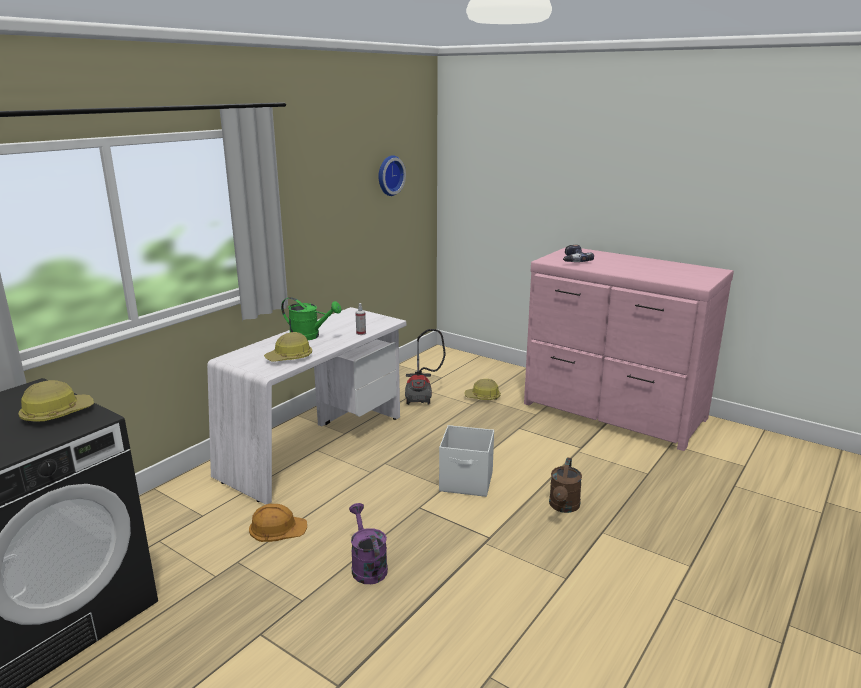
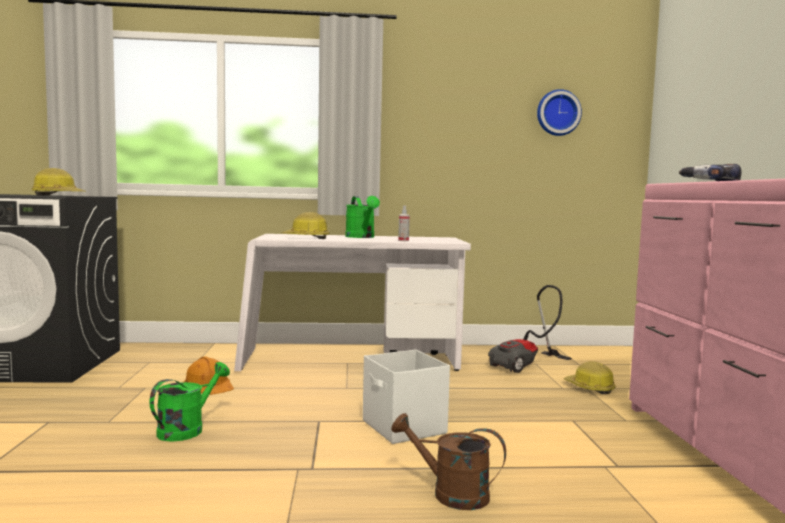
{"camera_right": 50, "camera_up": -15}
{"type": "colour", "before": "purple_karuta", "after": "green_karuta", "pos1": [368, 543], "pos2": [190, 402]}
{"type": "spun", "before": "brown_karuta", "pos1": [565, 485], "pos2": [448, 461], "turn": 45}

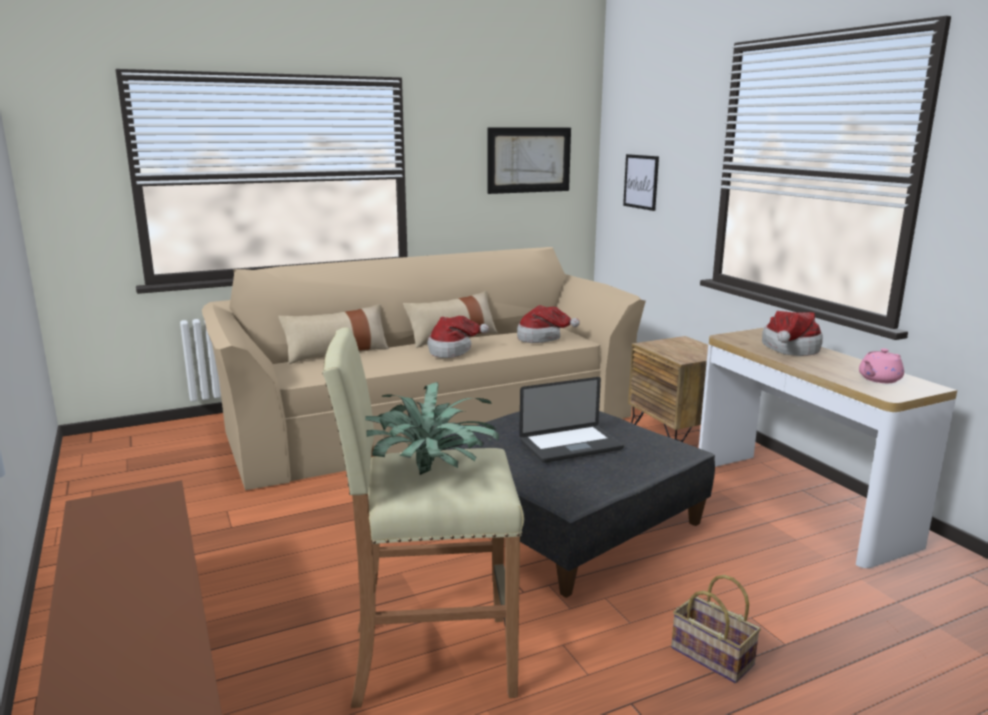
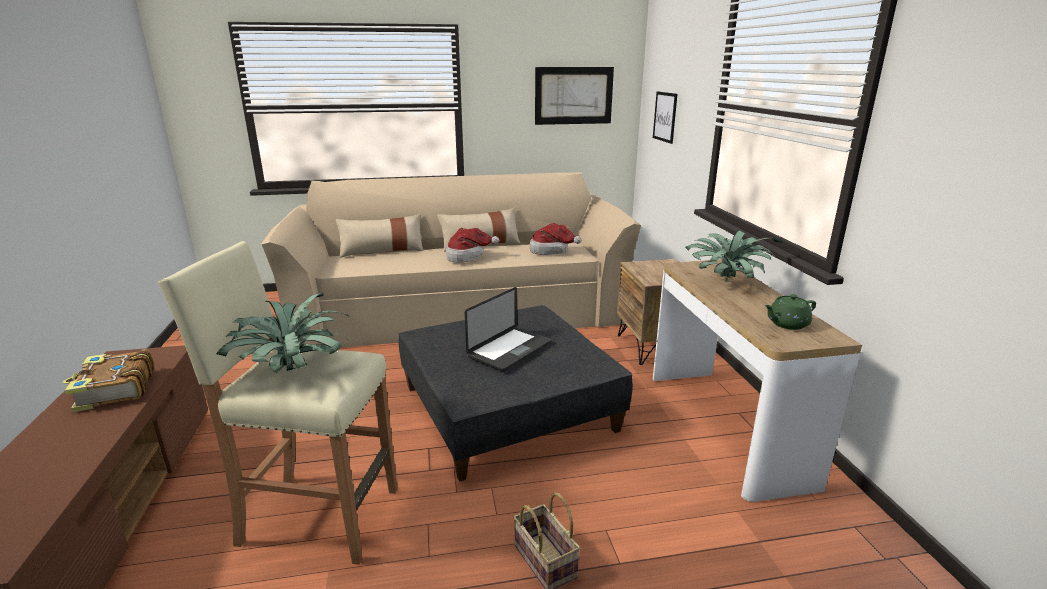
{"camera_right": 15, "camera_up": 5}
{"type": "appeared", "after": "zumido", "pos2": [109, 380]}
{"type": "spun", "before": "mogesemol", "pos1": [571, 420], "pos2": [507, 329], "turn": -45}
{"type": "exchanged", "before": "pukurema", "after": "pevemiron", "pos1": [792, 333], "pos2": [733, 256]}
{"type": "colour", "before": "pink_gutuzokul", "after": "green_gutuzokul", "pos1": [881, 365], "pos2": [790, 312]}

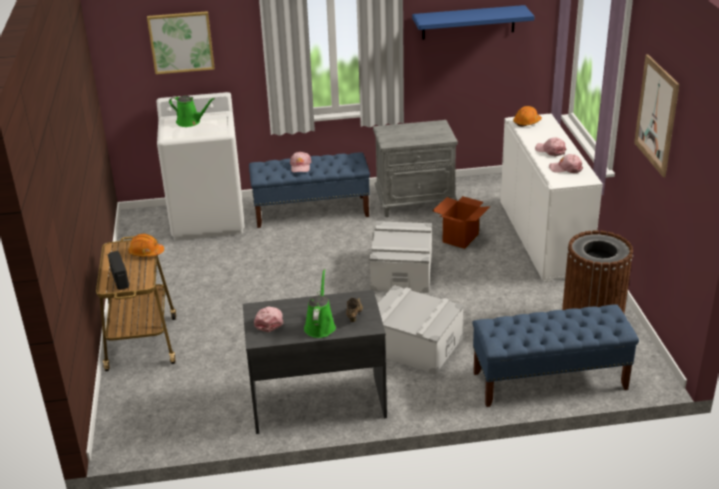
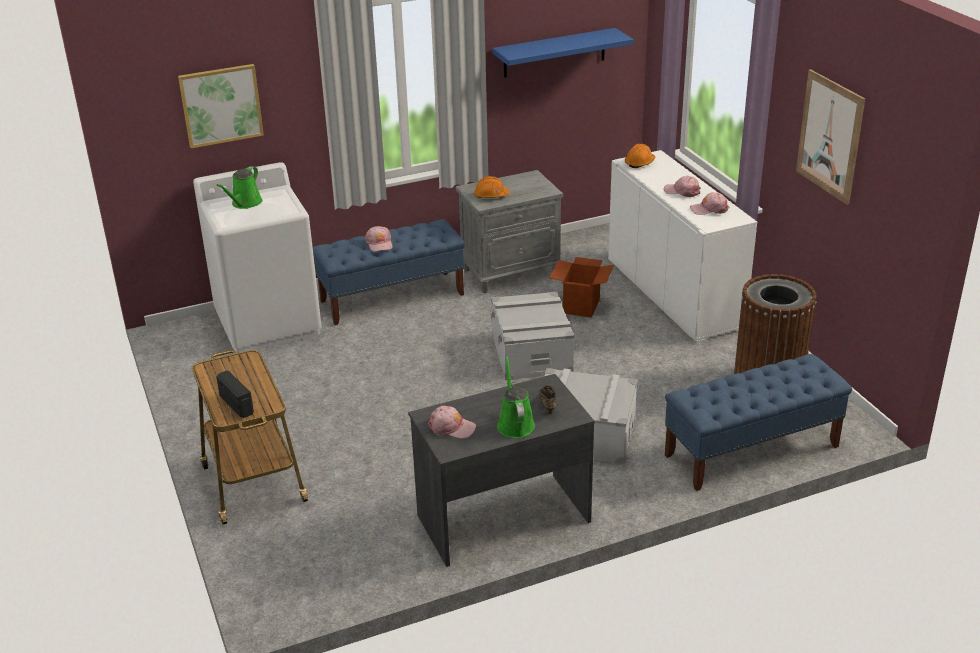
{"camera_right": -15, "camera_up": 0}
{"type": "spun", "before": "green_karuta", "pos1": [192, 111], "pos2": [239, 187], "turn": 105}
{"type": "spun", "before": "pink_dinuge", "pos1": [269, 319], "pos2": [452, 422], "turn": 120}
{"type": "relocated", "before": "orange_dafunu", "pos1": [146, 245], "pos2": [492, 187]}

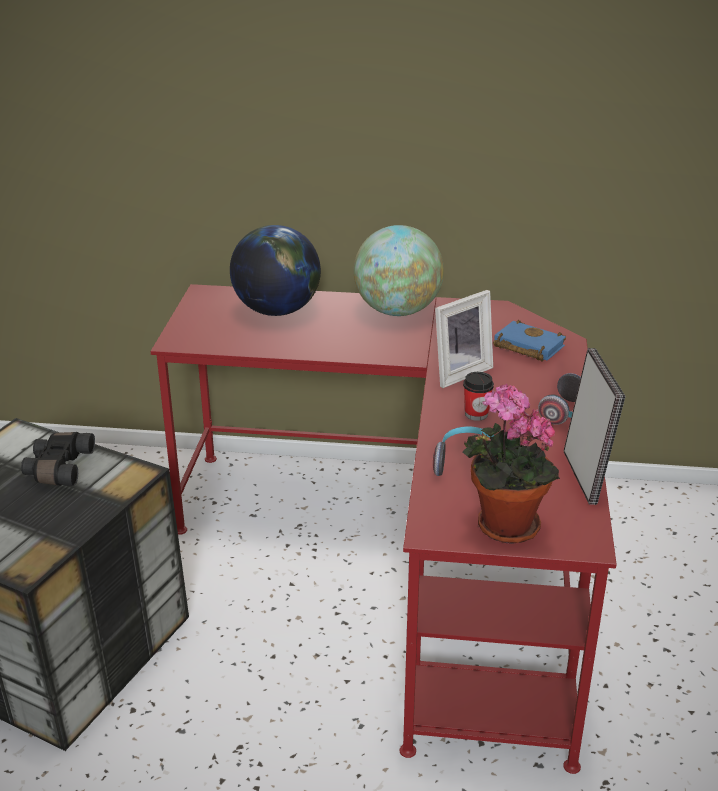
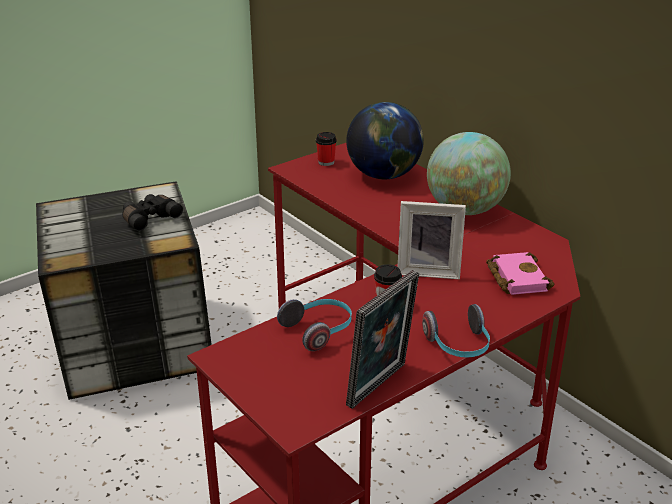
{"camera_right": 45, "camera_up": 0}
{"type": "appeared", "after": "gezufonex", "pos2": [326, 149]}
{"type": "colour", "before": "blue_zumido", "after": "pink_zumido", "pos1": [529, 341], "pos2": [520, 273]}
{"type": "missing", "before": "pevemiron", "pos1": [511, 464]}

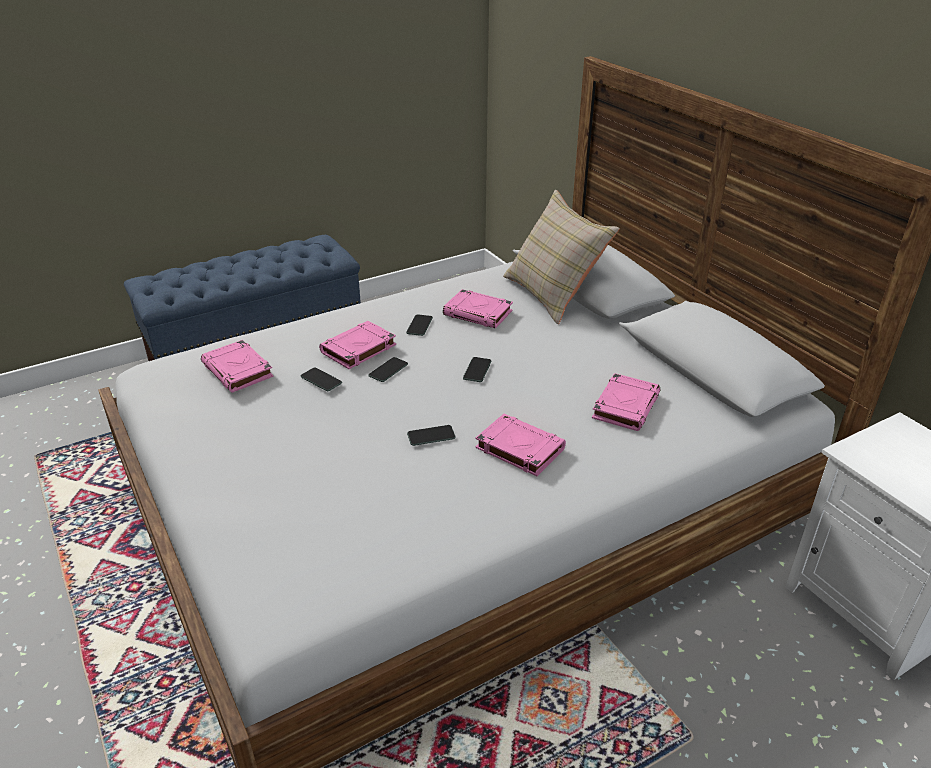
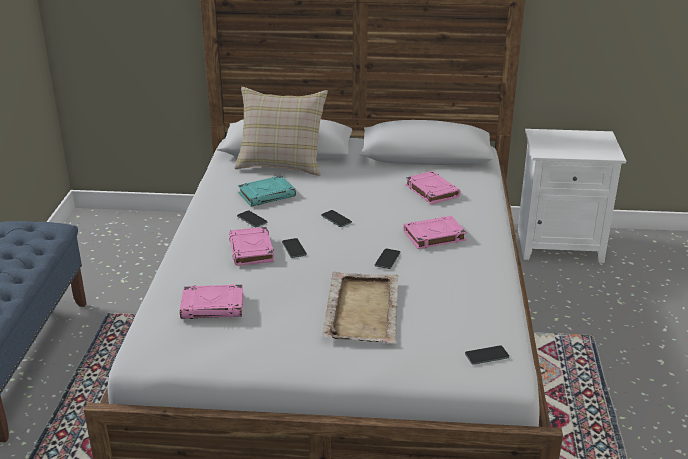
{"camera_right": -55, "camera_up": -5}
{"type": "colour", "before": "pink_zumido", "after": "turquoise_zumido", "pos1": [478, 308], "pos2": [267, 190]}
{"type": "appeared", "after": "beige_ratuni", "pos2": [360, 307]}
{"type": "relocated", "before": "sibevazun", "pos1": [321, 379], "pos2": [487, 355]}

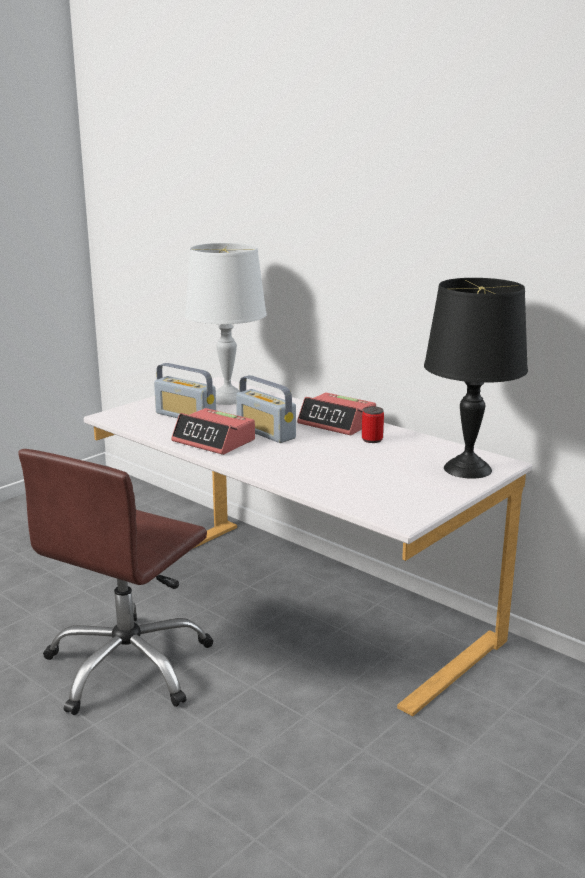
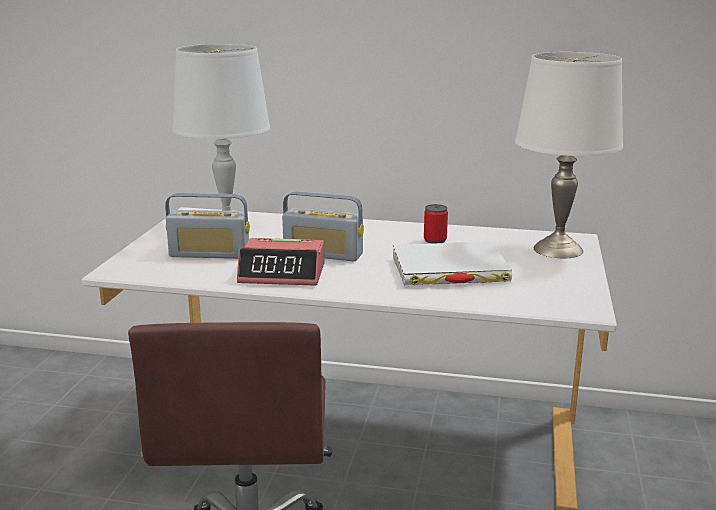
{"camera_right": -30, "camera_up": 0}
{"type": "appeared", "after": "white_zumido", "pos2": [452, 263]}
{"type": "colour", "before": "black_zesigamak", "after": "white_zesigamak", "pos1": [476, 378], "pos2": [569, 155]}
{"type": "missing", "before": "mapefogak", "pos1": [336, 413]}

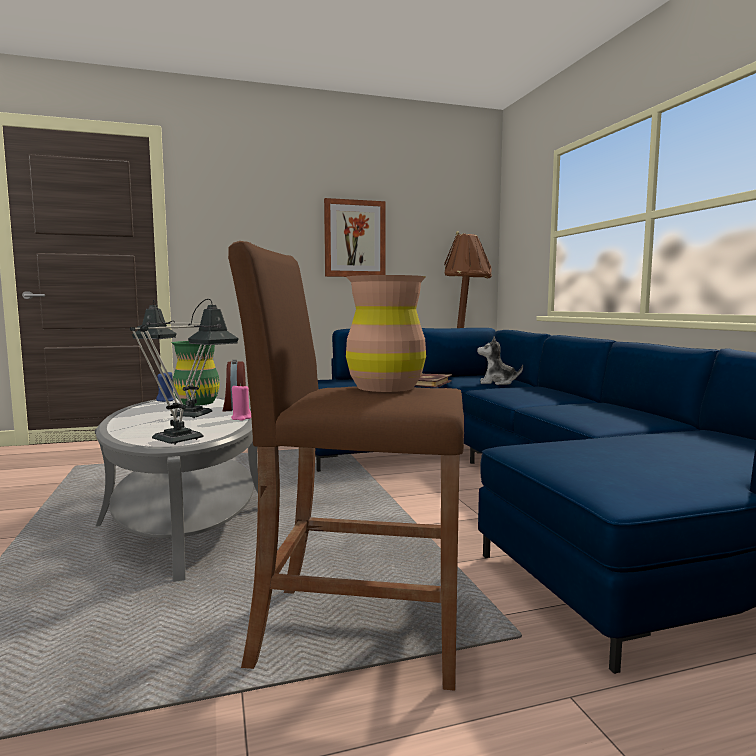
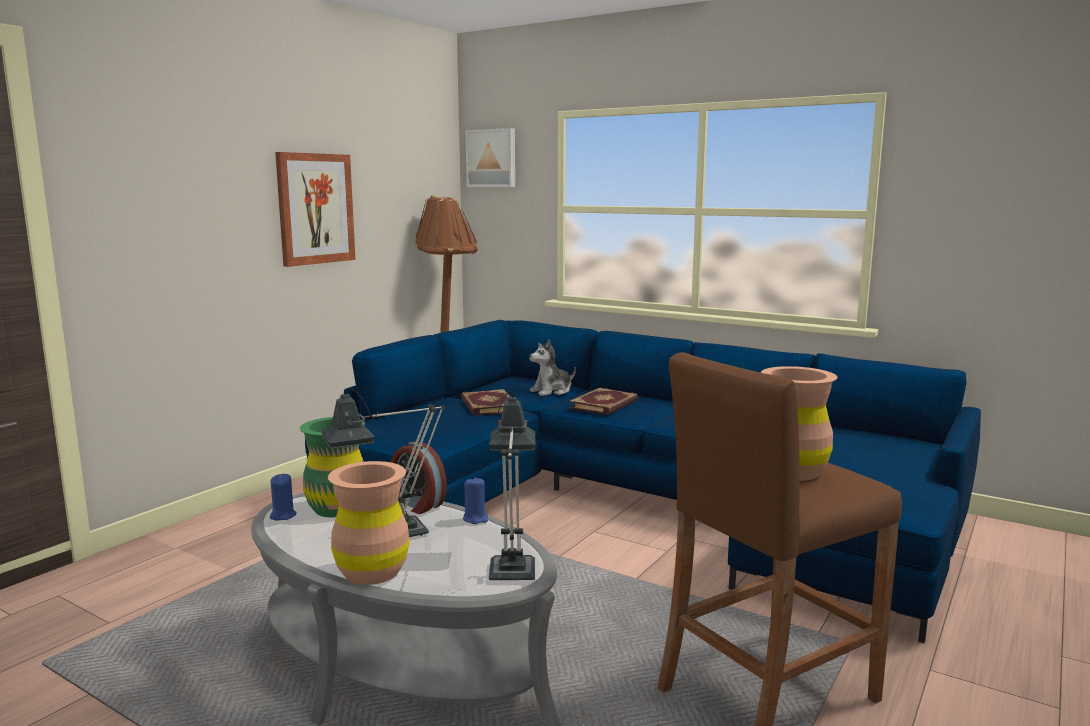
{"camera_right": -40, "camera_up": 5}
{"type": "appeared", "after": "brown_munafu", "pos2": [369, 523]}
{"type": "colour", "before": "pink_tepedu", "after": "blue_tepedu", "pos1": [241, 402], "pos2": [475, 500]}
{"type": "appeared", "after": "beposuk", "pos2": [490, 157]}
{"type": "appeared", "after": "zumido", "pos2": [603, 401]}

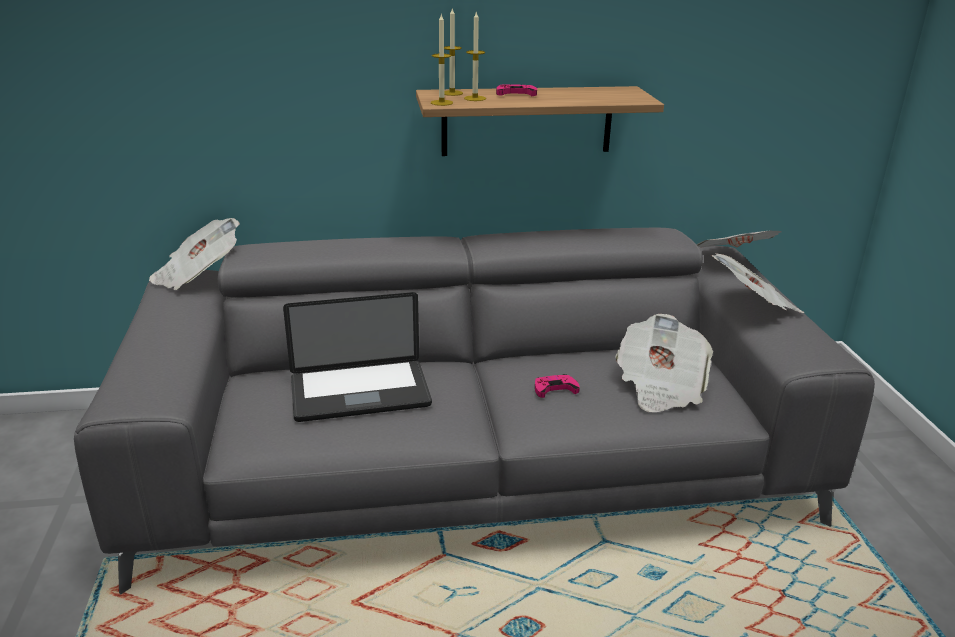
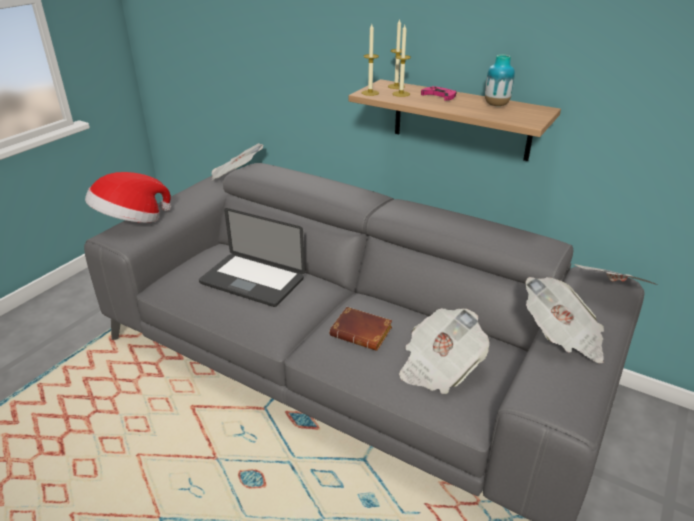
{"camera_right": 40, "camera_up": 5}
{"type": "appeared", "after": "pukurema", "pos2": [128, 197]}
{"type": "exchanged", "before": "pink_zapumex", "after": "brown_zumido", "pos1": [557, 386], "pos2": [360, 329]}
{"type": "appeared", "after": "munafu", "pos2": [500, 80]}

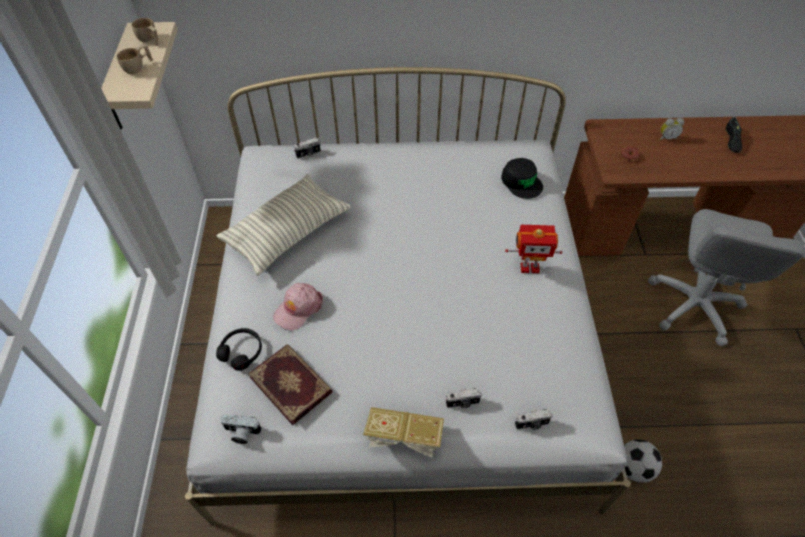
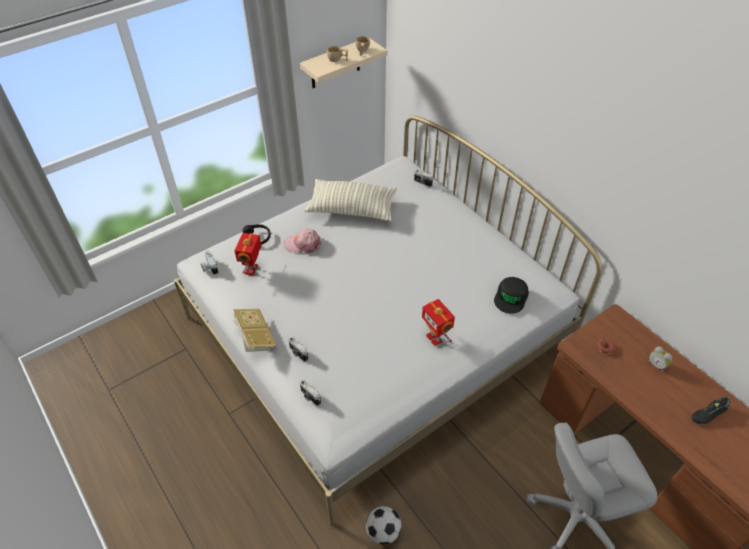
{"camera_right": 55, "camera_up": -5}
{"type": "exchanged", "before": "zumido", "after": "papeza", "pos1": [290, 384], "pos2": [247, 254]}

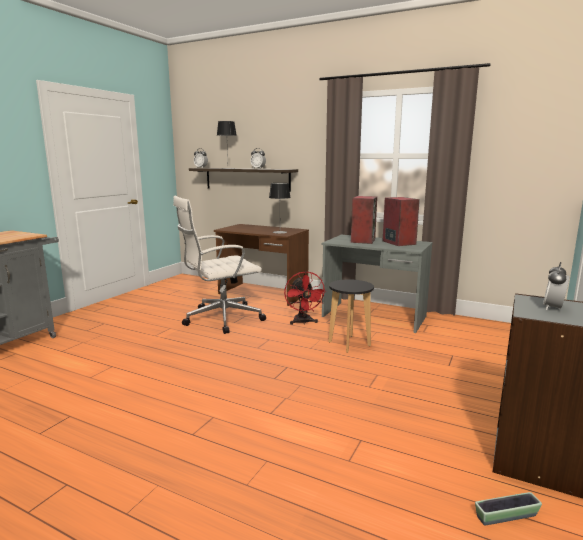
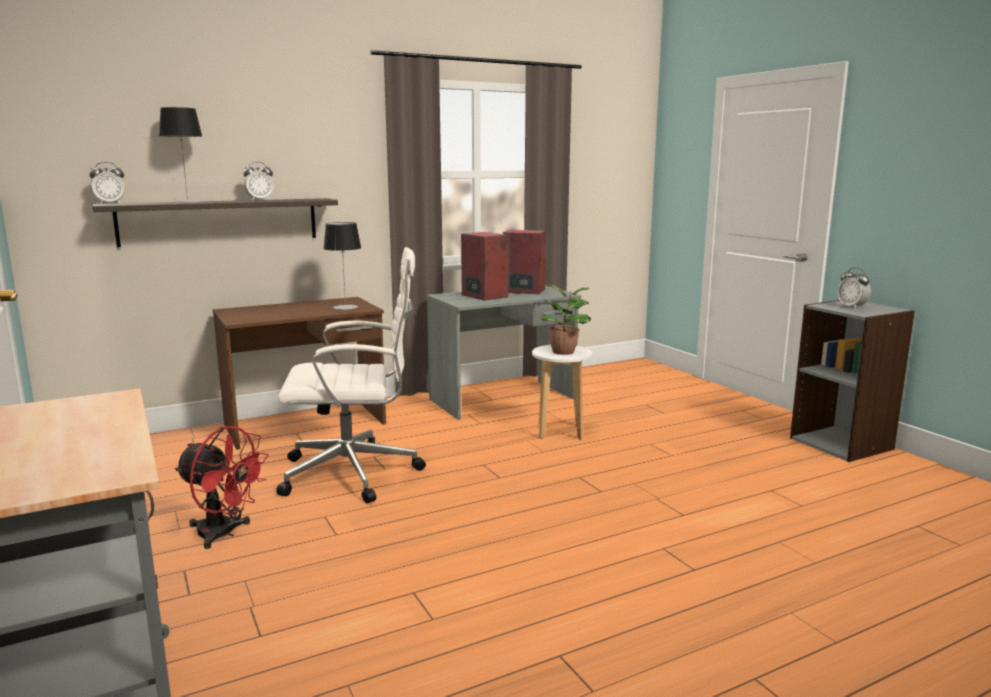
{"camera_right": -55, "camera_up": 0}
{"type": "relocated", "before": "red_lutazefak", "pos1": [305, 298], "pos2": [221, 487]}
{"type": "spun", "before": "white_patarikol", "pos1": [219, 265], "pos2": [351, 375], "turn": -105}
{"type": "colour", "before": "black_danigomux", "after": "white_danigomux", "pos1": [351, 316], "pos2": [562, 392]}
{"type": "appeared", "after": "pevemiron", "pos2": [565, 319]}
{"type": "missing", "before": "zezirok", "pos1": [508, 508]}

